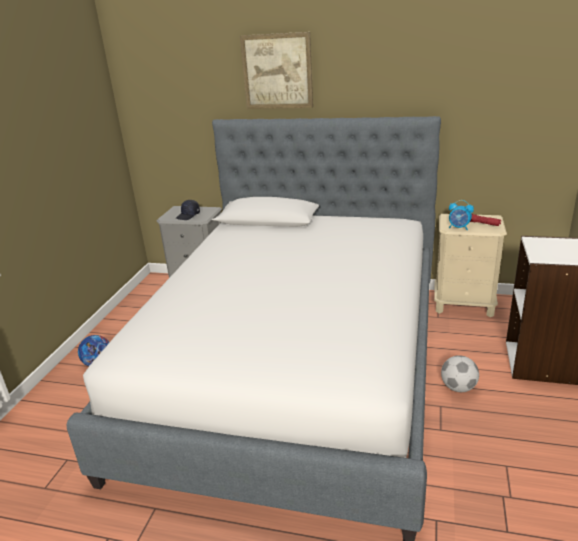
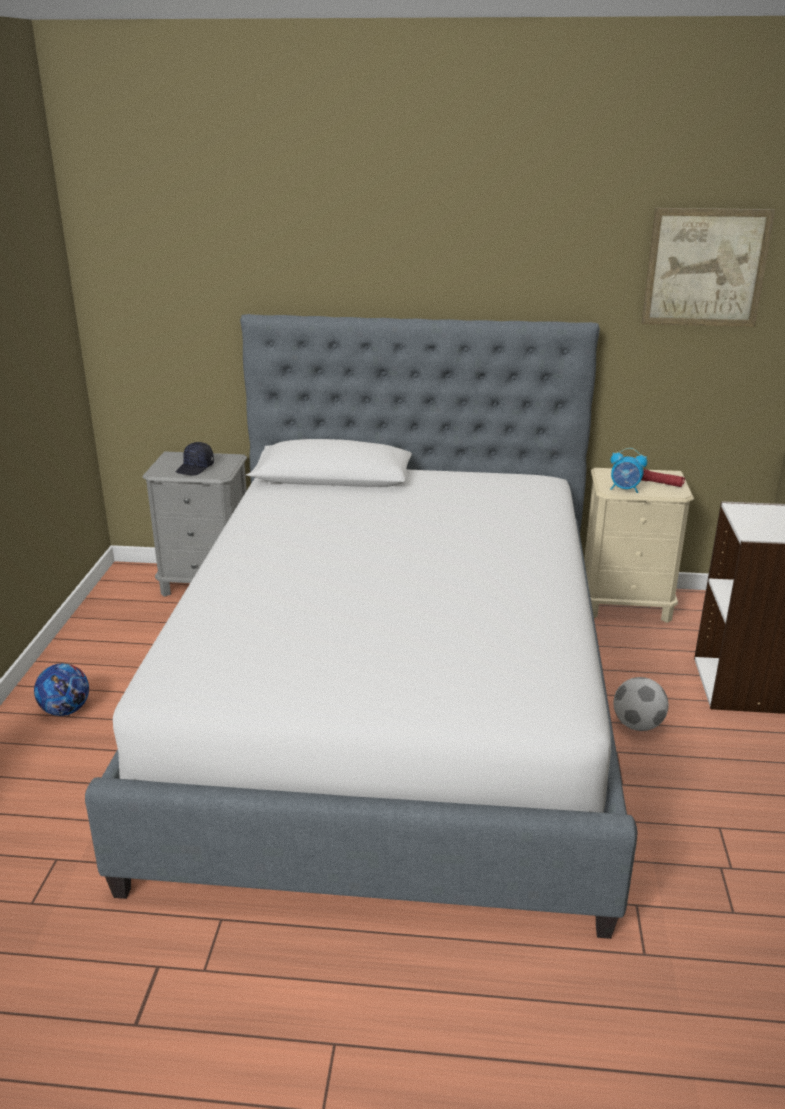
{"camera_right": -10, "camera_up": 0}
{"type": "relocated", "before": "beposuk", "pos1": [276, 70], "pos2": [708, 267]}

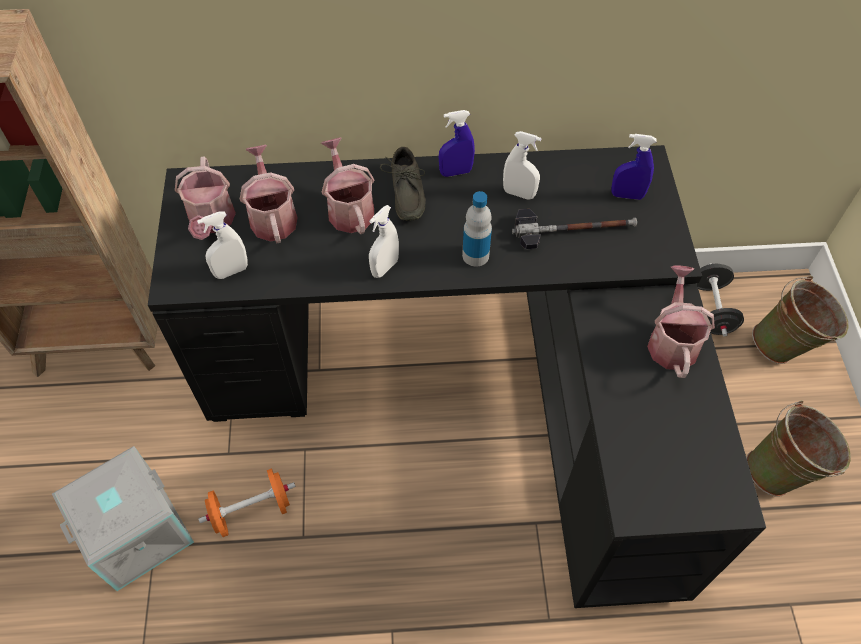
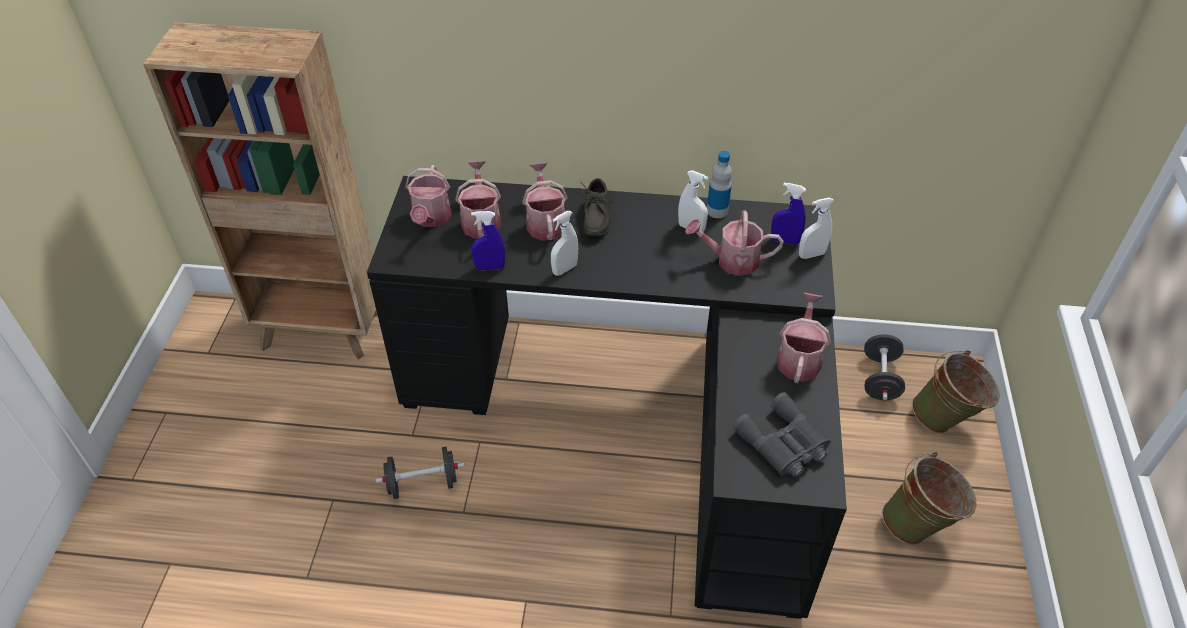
{"camera_right": 10, "camera_up": -10}
{"type": "colour", "before": "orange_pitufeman", "after": "black_pitufeman", "pos1": [247, 502], "pos2": [420, 473]}
{"type": "relocated", "before": "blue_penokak", "pos1": [457, 143], "pos2": [488, 240]}
{"type": "exchanged", "before": "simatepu", "after": "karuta", "pos1": [574, 229], "pos2": [734, 243]}
{"type": "relocated", "before": "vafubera", "pos1": [477, 229], "pos2": [719, 184]}
{"type": "appeared", "after": "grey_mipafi", "pos2": [781, 434]}
{"type": "relocated", "before": "white_penokak", "pos1": [222, 245], "pos2": [816, 228]}
{"type": "missing", "before": "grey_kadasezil", "pos1": [123, 518]}

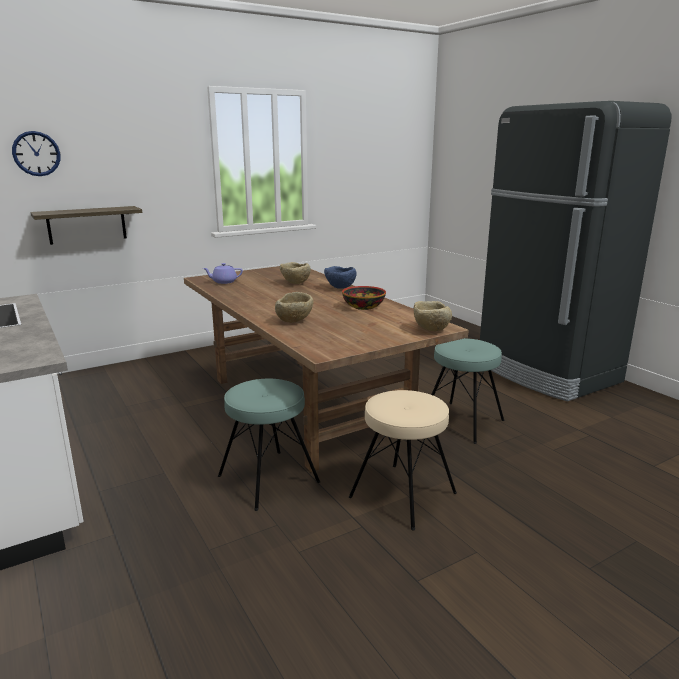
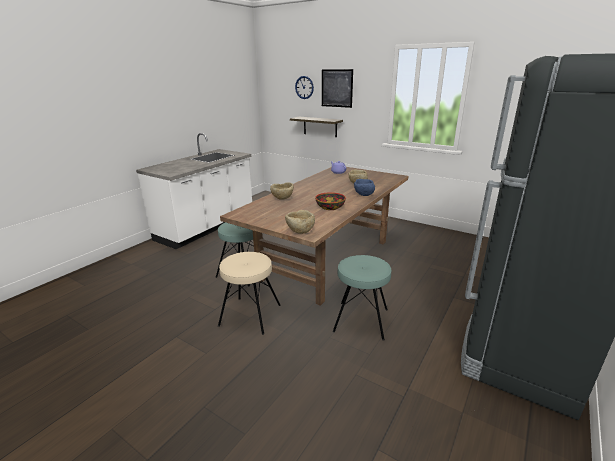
{"camera_right": 65, "camera_up": 5}
{"type": "appeared", "after": "beposuk", "pos2": [337, 88]}

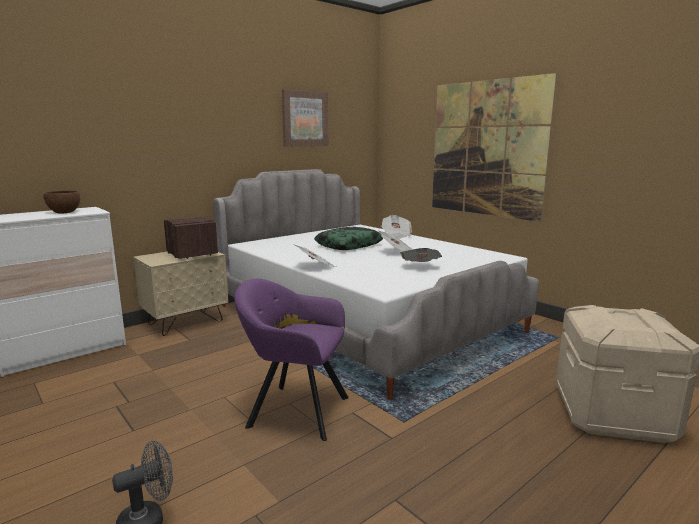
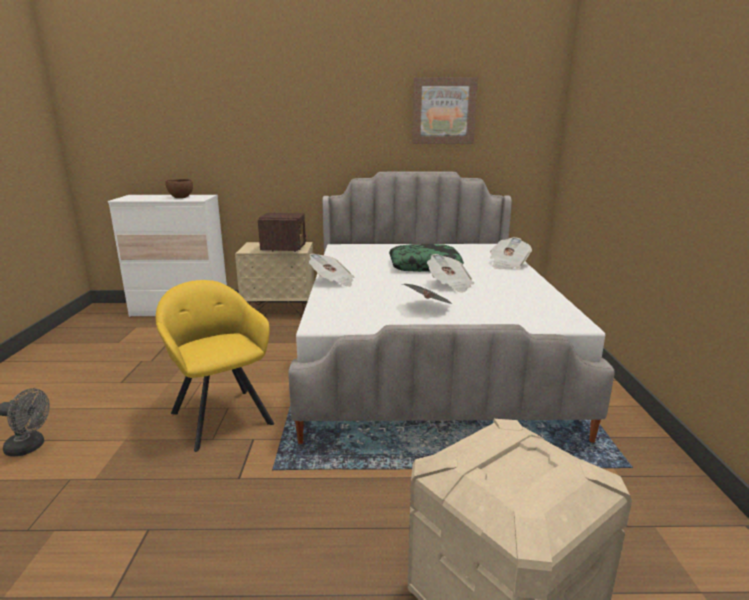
{"camera_right": 40, "camera_up": 5}
{"type": "colour", "before": "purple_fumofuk", "after": "yellow_fumofuk", "pos1": [291, 360], "pos2": [215, 366]}
{"type": "missing", "before": "beposuk", "pos1": [494, 147]}

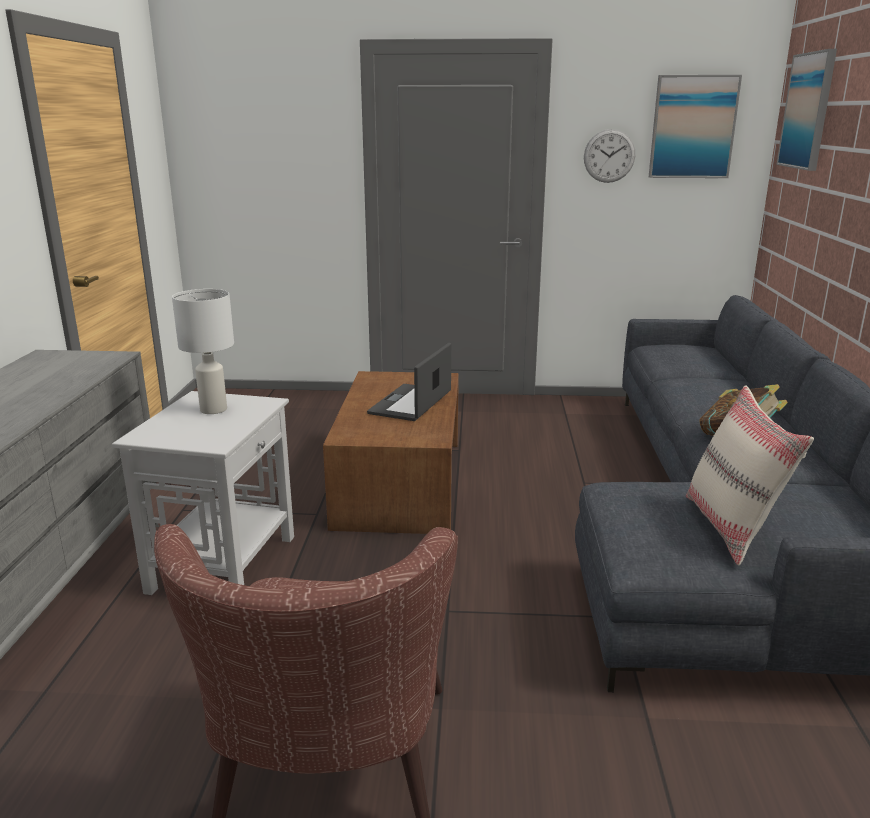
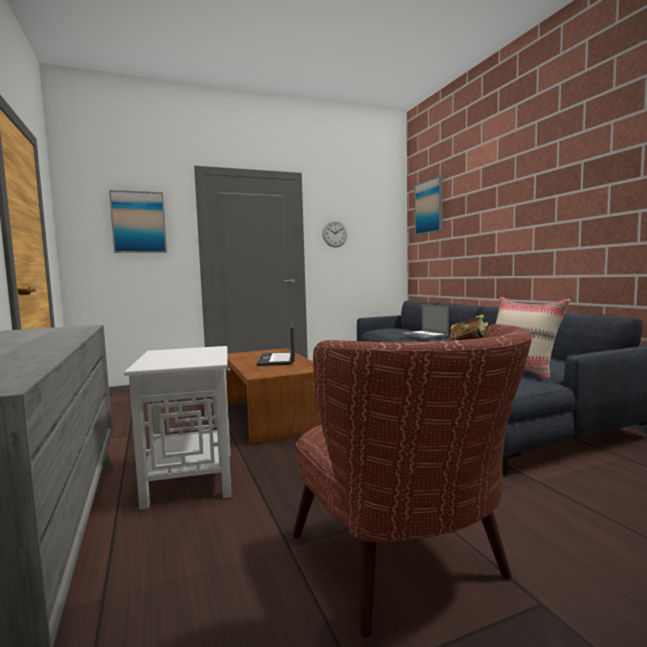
{"camera_right": -25, "camera_up": -15}
{"type": "relocated", "before": "beposuk", "pos1": [695, 126], "pos2": [138, 221]}
{"type": "appeared", "after": "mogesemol", "pos2": [425, 322]}
{"type": "missing", "before": "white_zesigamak", "pos1": [203, 351]}

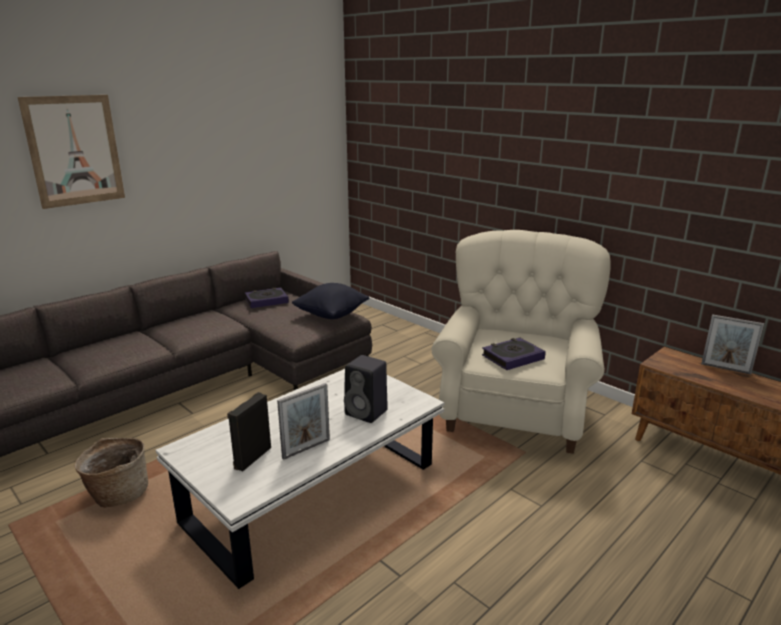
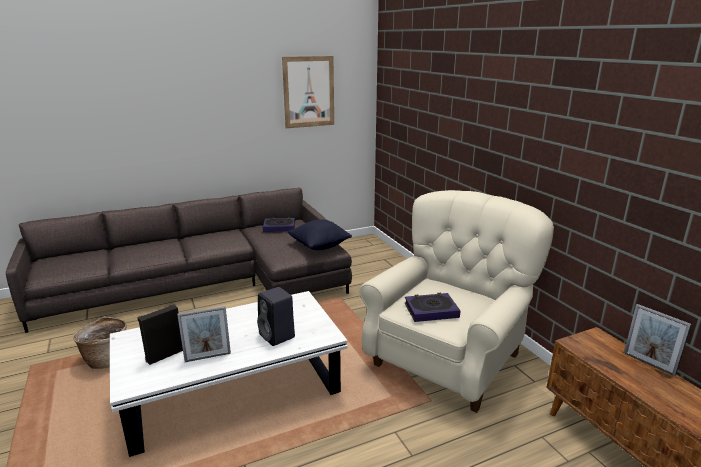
{"camera_right": 20, "camera_up": 0}
{"type": "relocated", "before": "beposuk", "pos1": [71, 152], "pos2": [308, 92]}

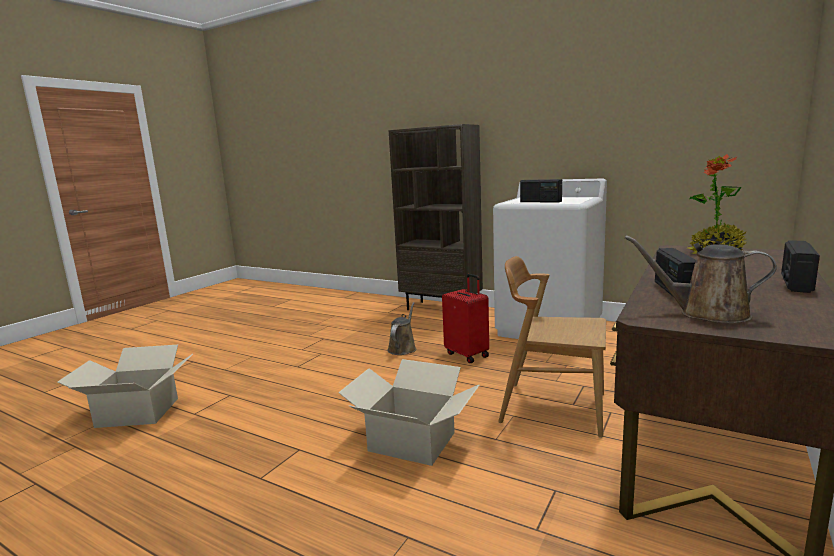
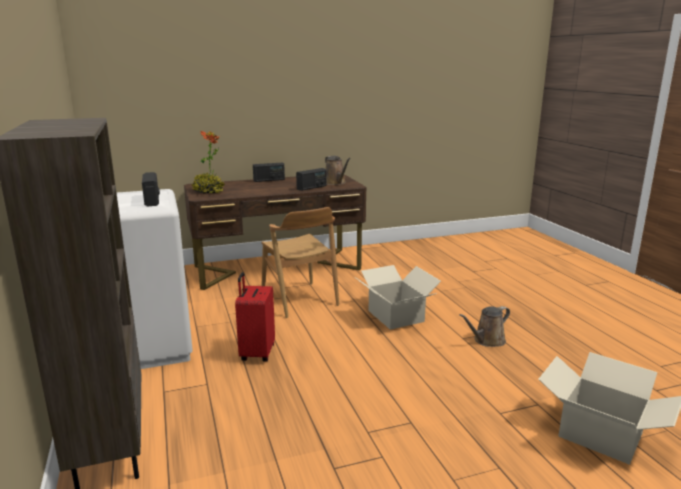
{"camera_right": -140, "camera_up": 5}
{"type": "relocated", "before": "brown_karuta", "pos1": [401, 328], "pos2": [484, 326]}

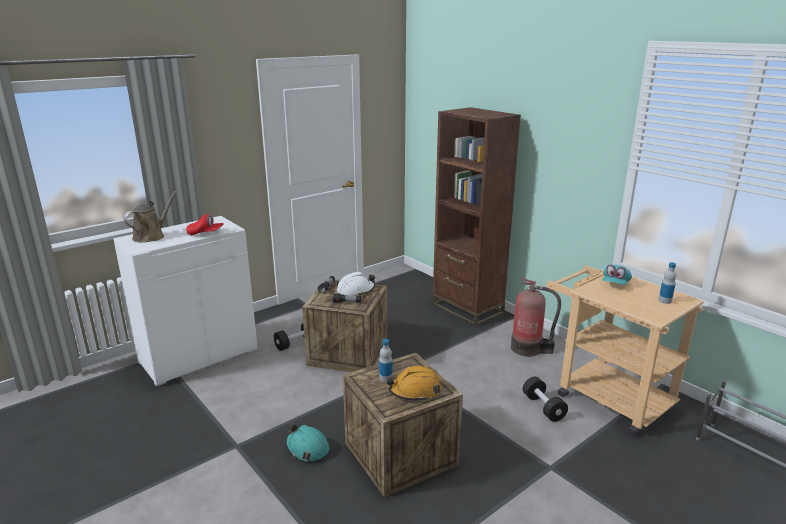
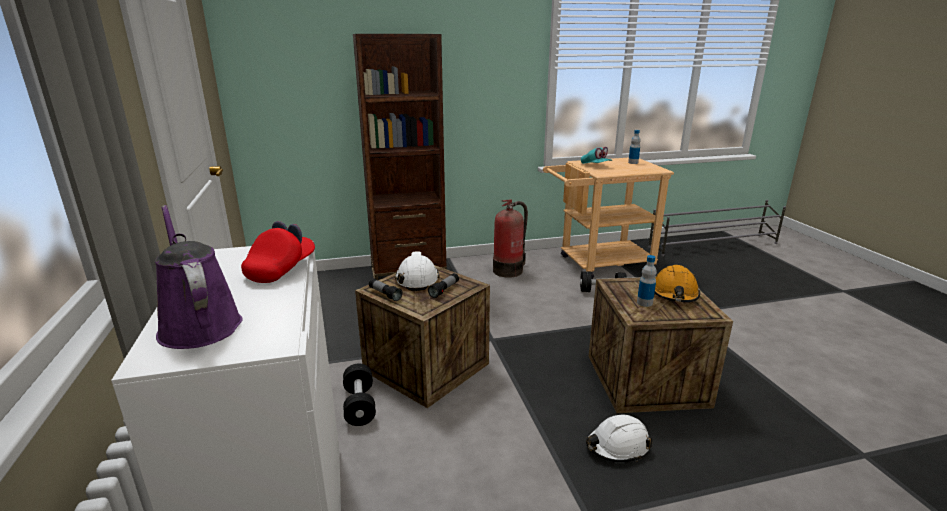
{"camera_right": -65, "camera_up": 0}
{"type": "colour", "before": "brown_karuta", "after": "purple_karuta", "pos1": [150, 217], "pos2": [199, 277]}
{"type": "colour", "before": "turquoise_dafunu", "after": "white_dafunu", "pos1": [307, 443], "pos2": [619, 438]}

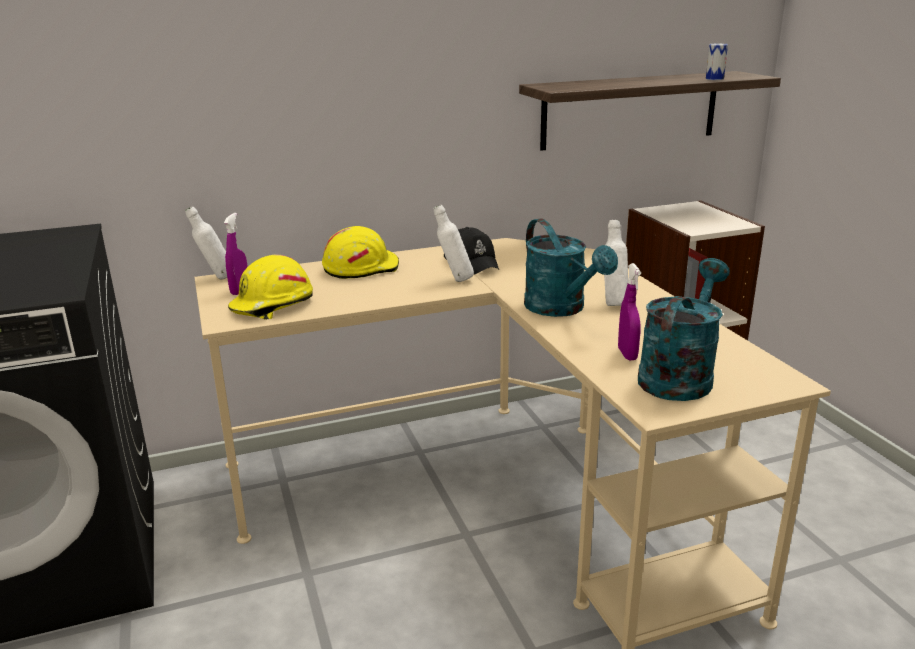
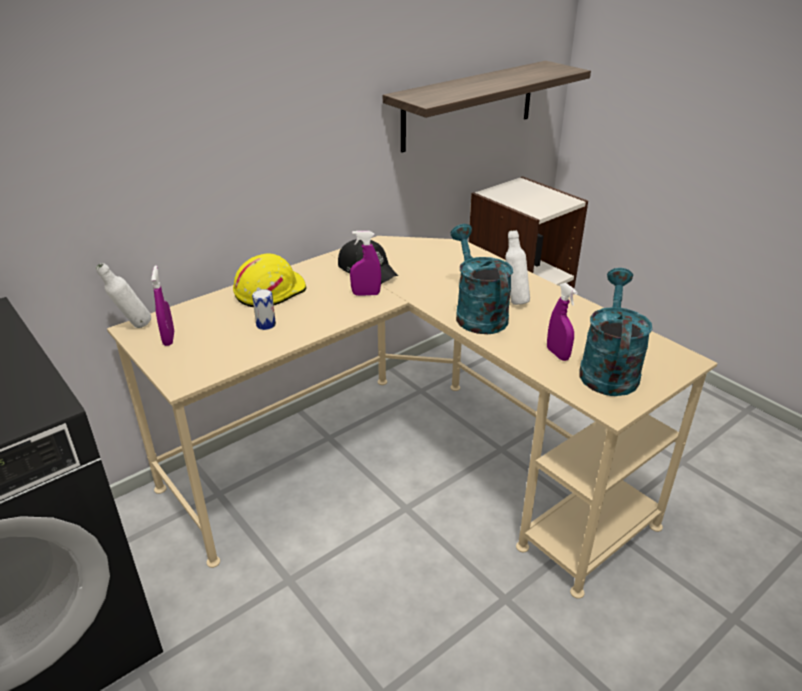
{"camera_right": -20, "camera_up": 10}
{"type": "relocated", "before": "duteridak", "pos1": [717, 61], "pos2": [264, 309]}
{"type": "exchanged", "before": "white_vafubera", "after": "purple_penokak", "pos1": [454, 243], "pos2": [365, 263]}
{"type": "spun", "before": "turquoise_karuta", "pos1": [571, 267], "pos2": [481, 279], "turn": -150}
{"type": "missing", "before": "yellow_dafunu", "pos1": [270, 287]}

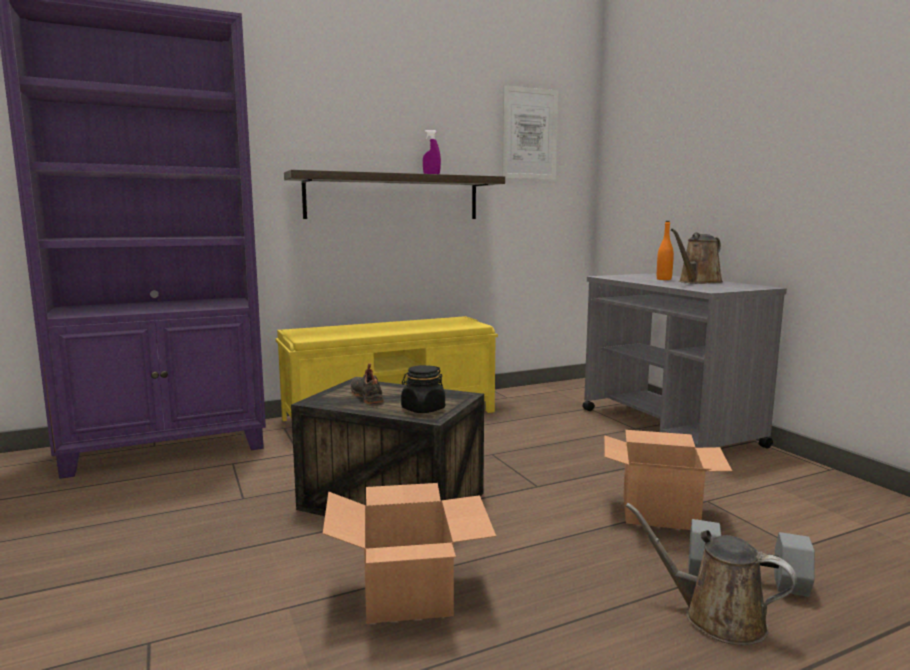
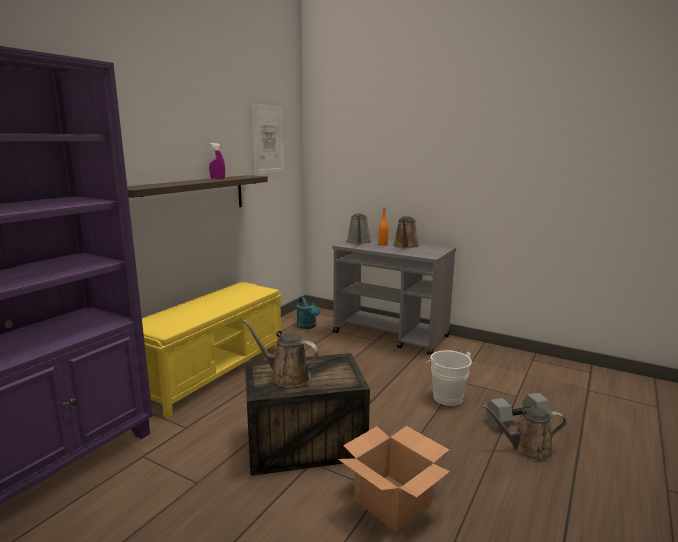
{"camera_right": -35, "camera_up": 5}
{"type": "exchanged", "before": "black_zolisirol", "after": "brown_karuta", "pos1": [367, 383], "pos2": [281, 353]}
{"type": "appeared", "after": "turquoise_karuta", "pos2": [308, 312]}
{"type": "appeared", "after": "grey_karuta", "pos2": [359, 229]}
{"type": "exchanged", "before": "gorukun", "after": "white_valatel", "pos1": [668, 480], "pos2": [449, 378]}
{"type": "missing", "before": "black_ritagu", "pos1": [423, 389]}

